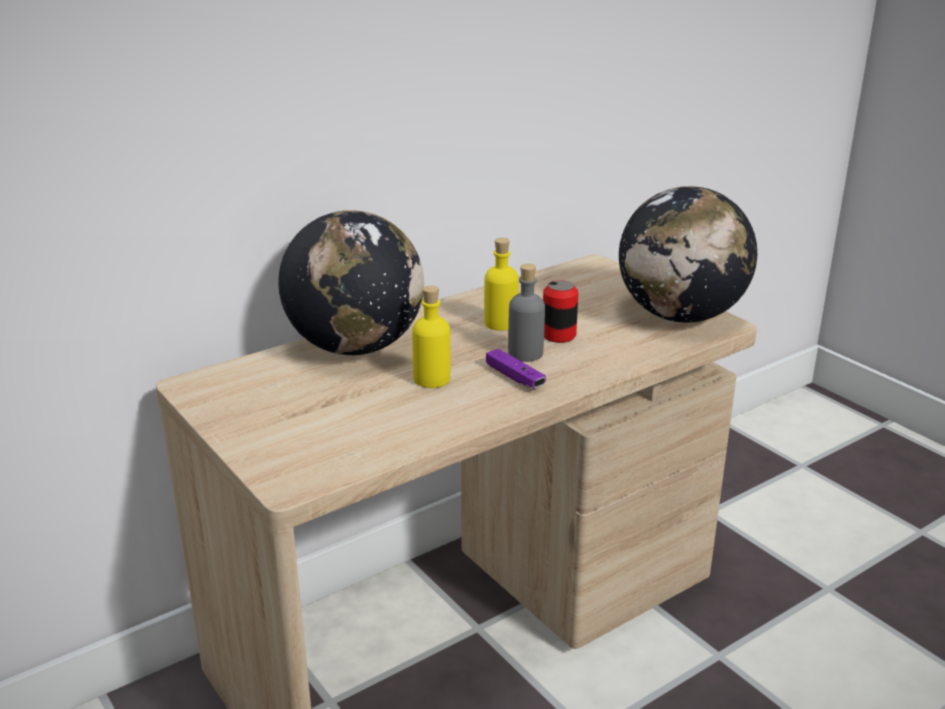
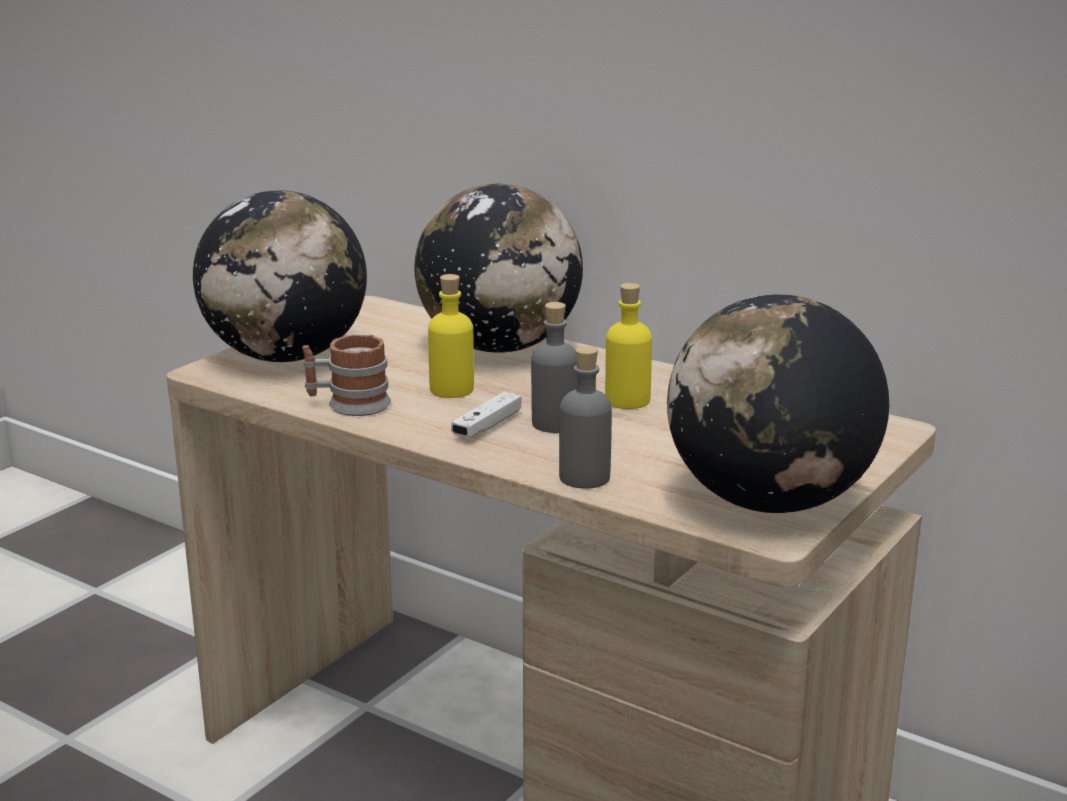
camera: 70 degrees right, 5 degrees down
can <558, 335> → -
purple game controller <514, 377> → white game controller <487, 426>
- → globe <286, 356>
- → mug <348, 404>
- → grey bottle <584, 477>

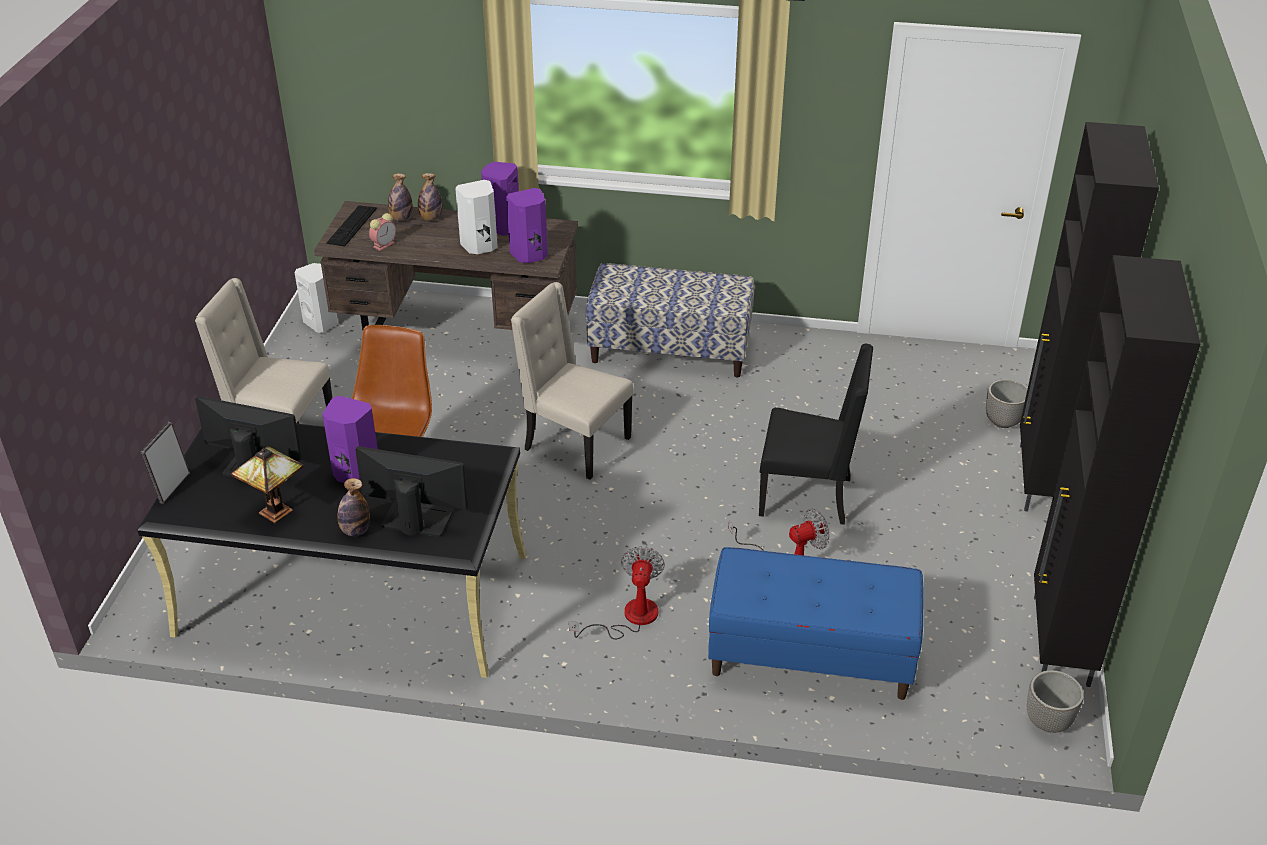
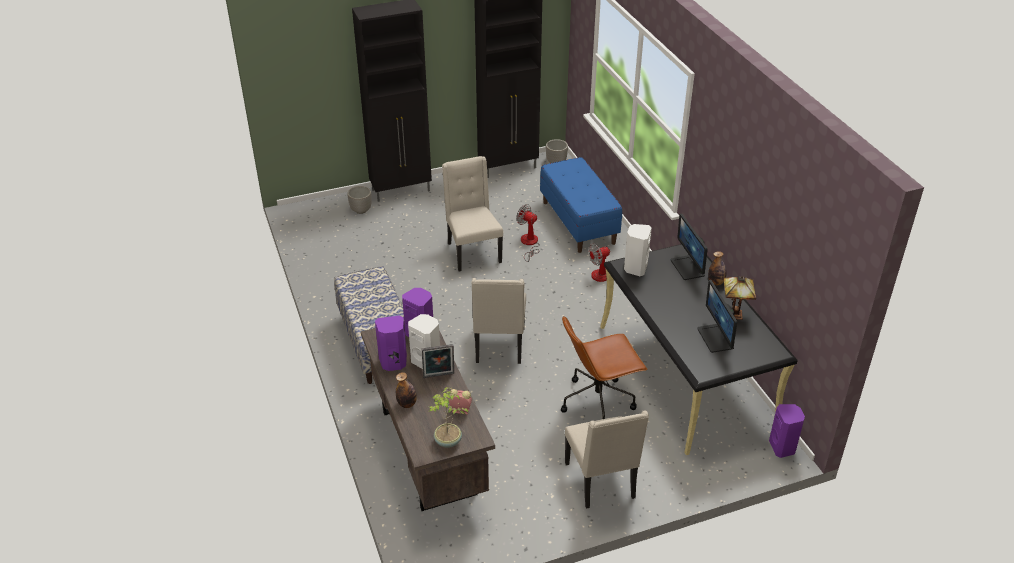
camera: 120 degrees left, 0 degrees up
bottle <401, 218> → -
keyboard <351, 225> → potted plant <448, 442>
white speaker <322, 323> → white speaker <635, 268>, relocated
black chair <808, 496> → beige chair <472, 252>
purple speaker <355, 473> → purple speaker <783, 447>, relocated
picture frame <172, 487> → picture frame <439, 376>, relocated

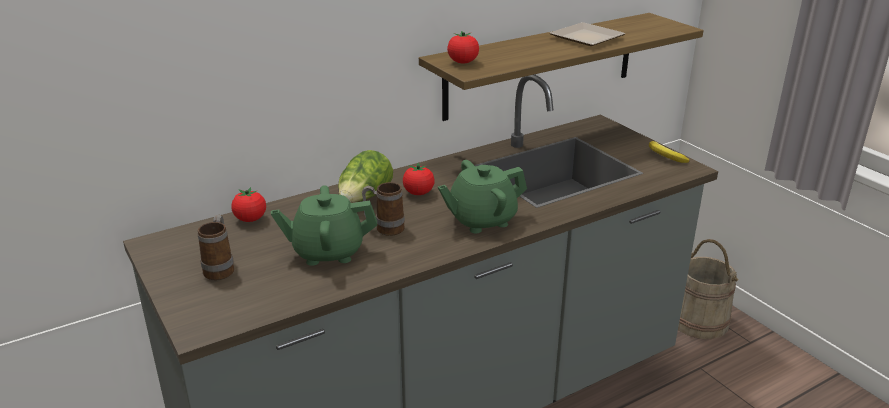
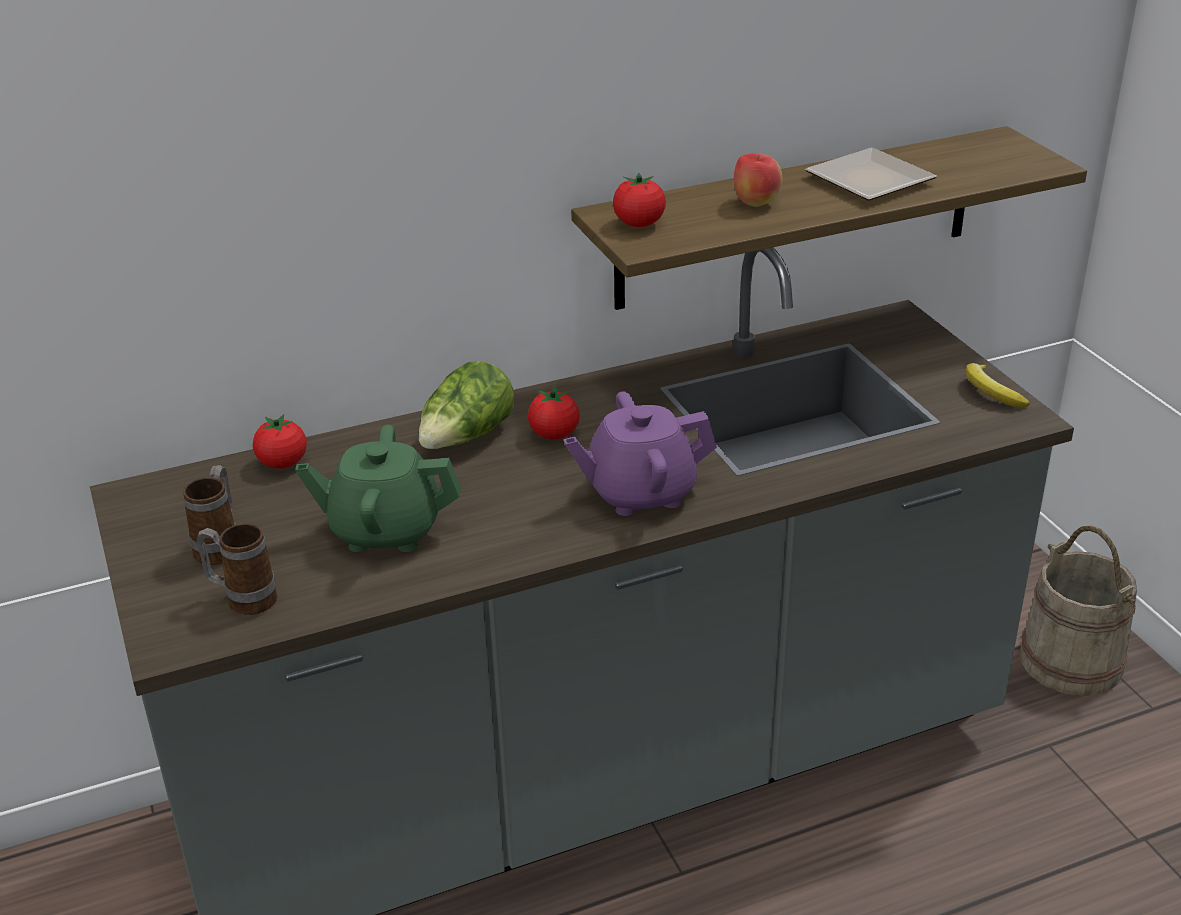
camera: 10 degrees right, 5 degrees up
green teapot <481, 220> → purple teapot <640, 492>
mug <384, 228> → mug <243, 599>, relocated
- → apple <755, 203>

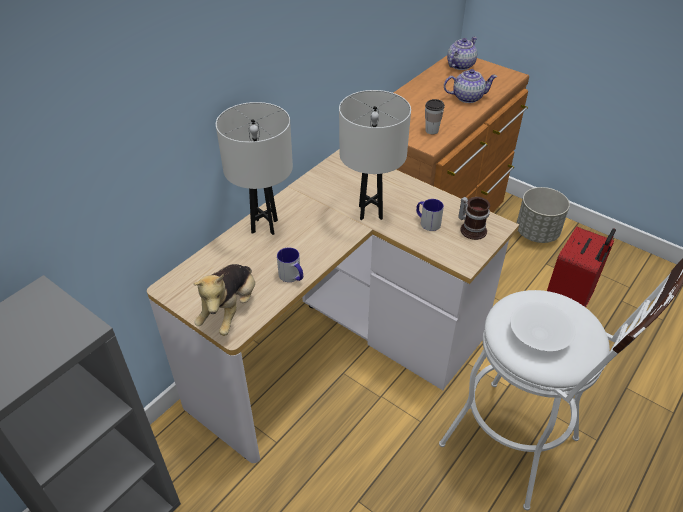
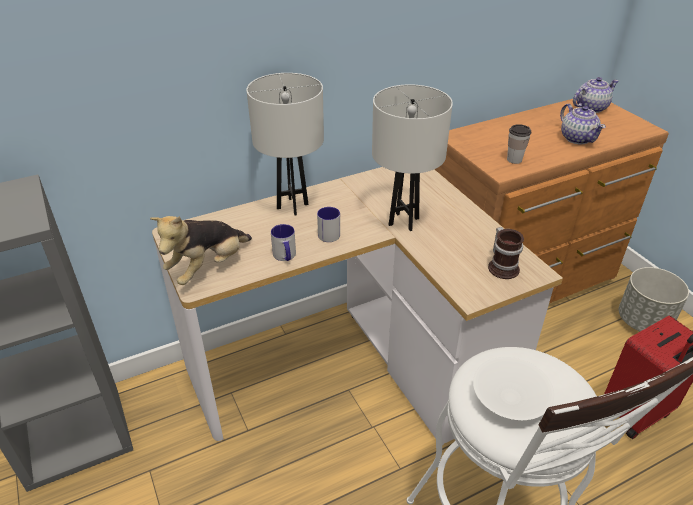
camera: 25 degrees right, 5 degrees down
teapot <467, 97> → teapot <577, 138>, 45 degrees clockwise
mug <427, 222> → mug <327, 233>, relocated

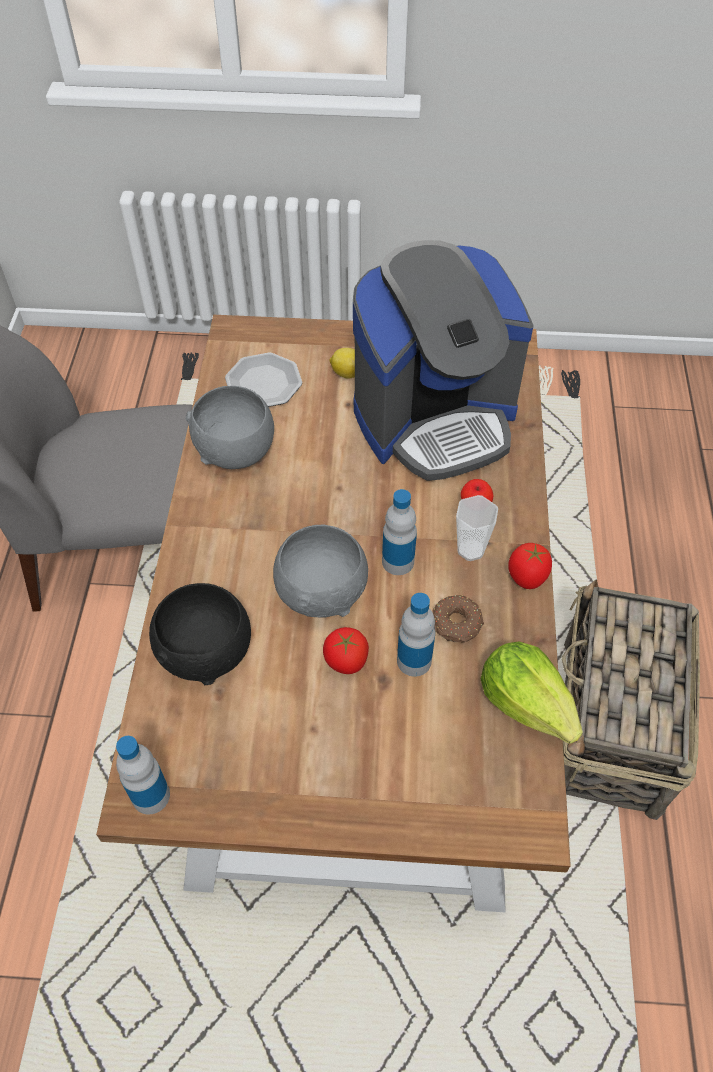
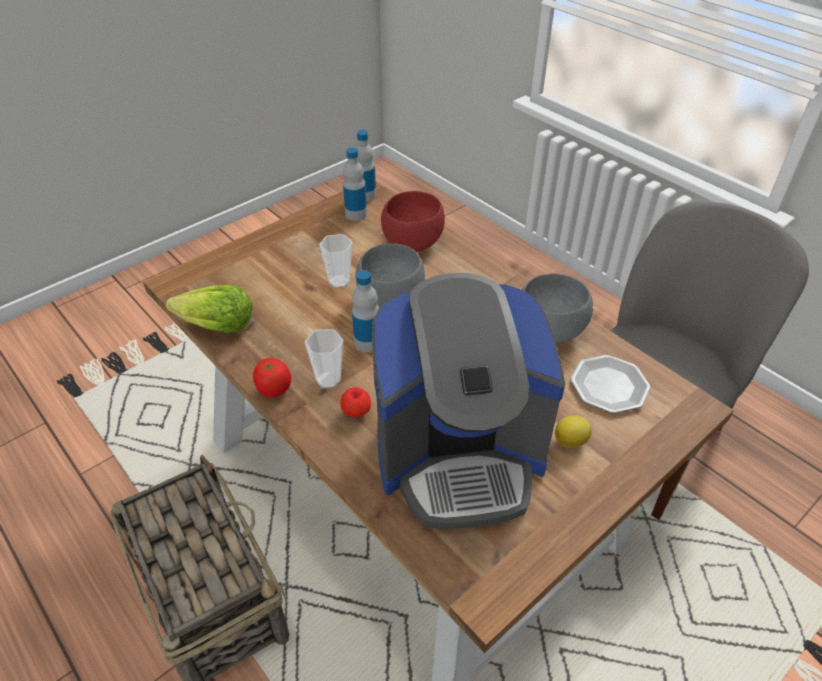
camera: 135 degrees right, 10 degrees down
coffee machine <435, 419> → coffee machine <459, 456>, 120 degrees counterclockwise
black bowl <207, 652> → red bowl <413, 244>
bottle <414, 661> → bottle <356, 214>, relocated
donut <456, 624> → -
tomato <345, 661> → cup <339, 282>

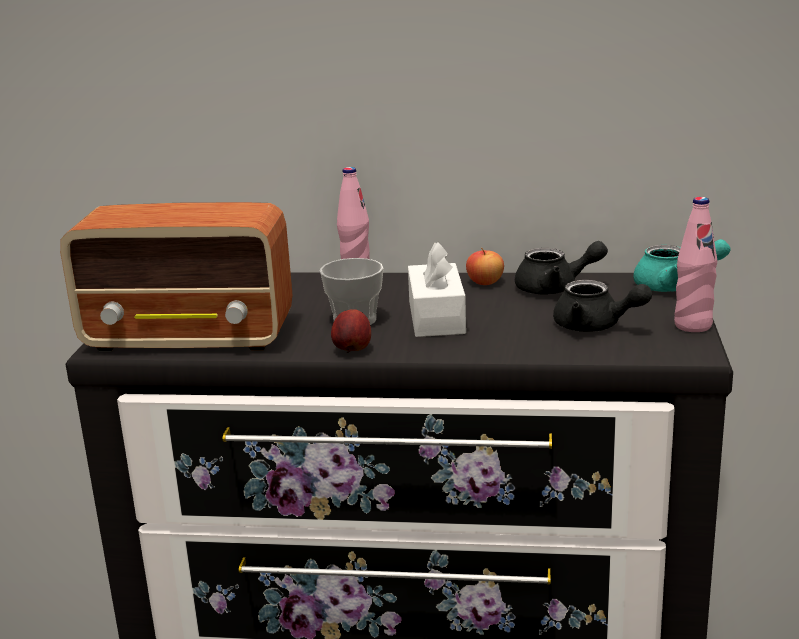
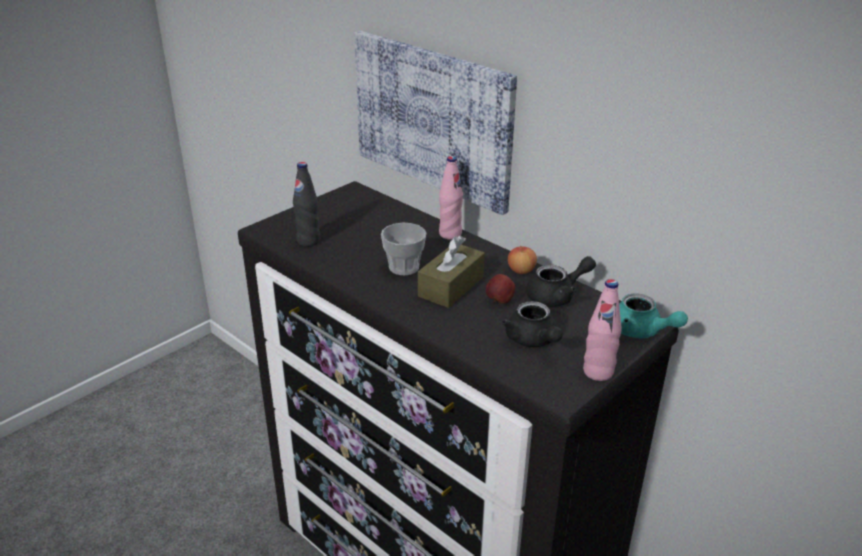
camera: 35 degrees right, 10 degrees up
radio <191, 337> → black bottle <308, 241>
black teapot <555, 288> → black teapot <557, 296>, 60 degrees counterclockwise
white tissue box <436, 317> → brown tissue box <451, 286>
apple <352, 350> → apple <499, 301>, relocated
- → picture <433, 118>

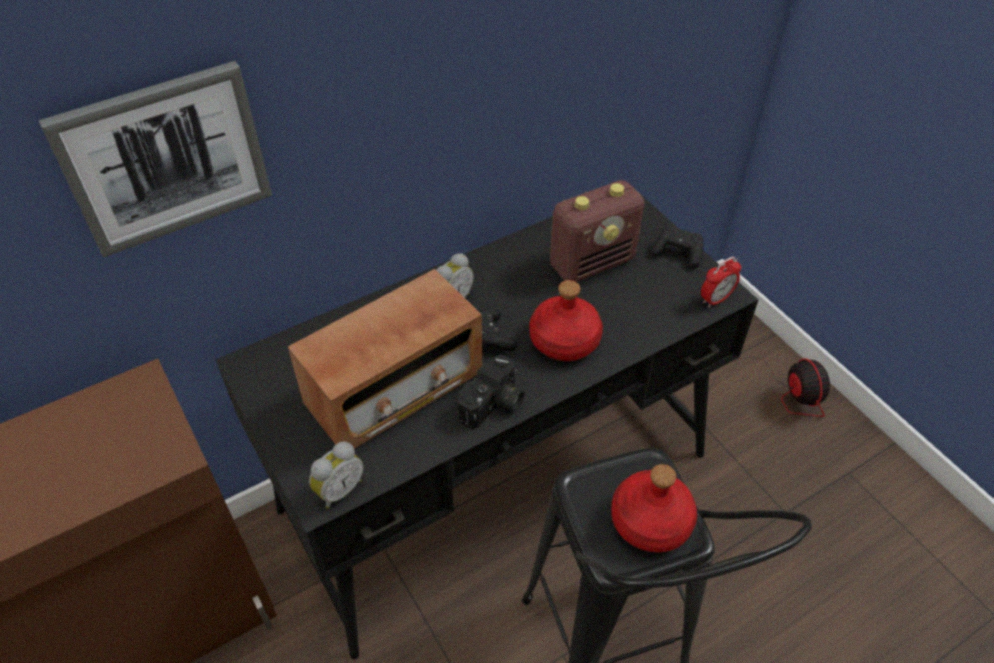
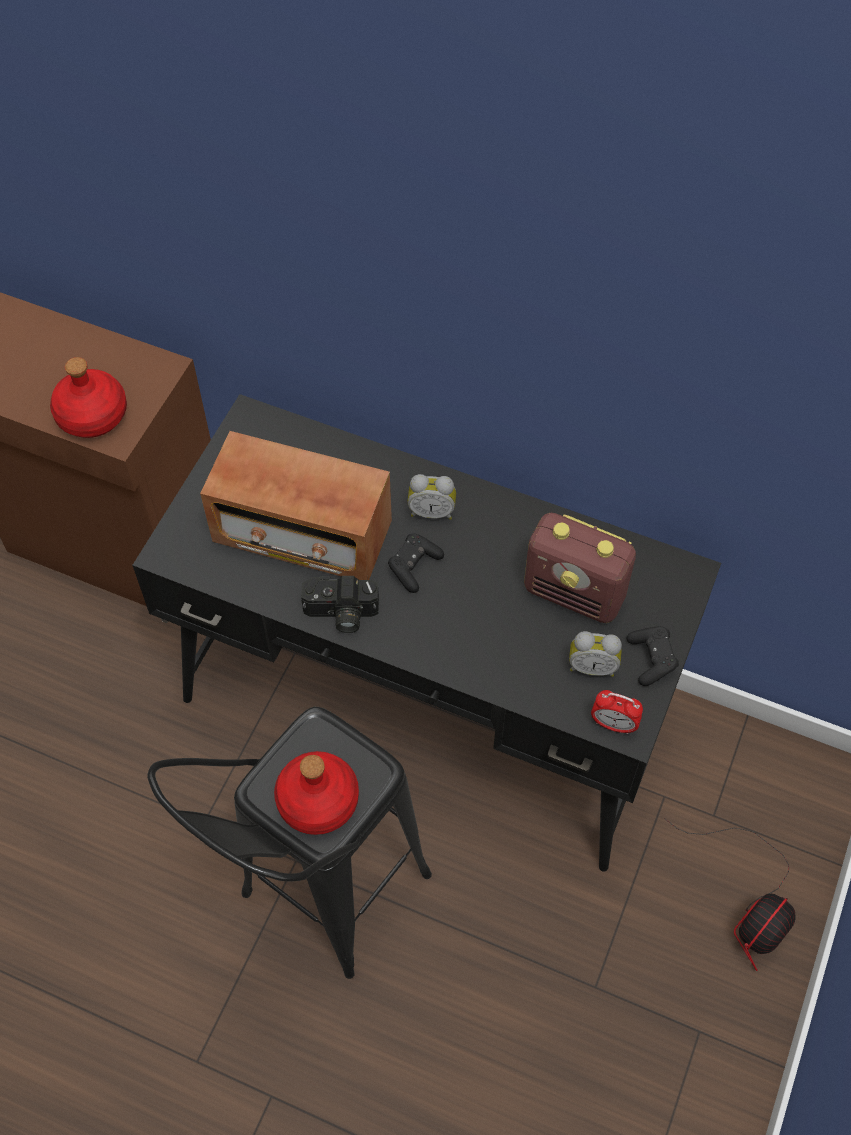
camera: 55 degrees right, 10 degrees up
picture <165, 158> → -
red bottle <564, 341> → red bottle <91, 415>, relocated
alarm clock <338, 489> → alarm clock <592, 666>, relocated

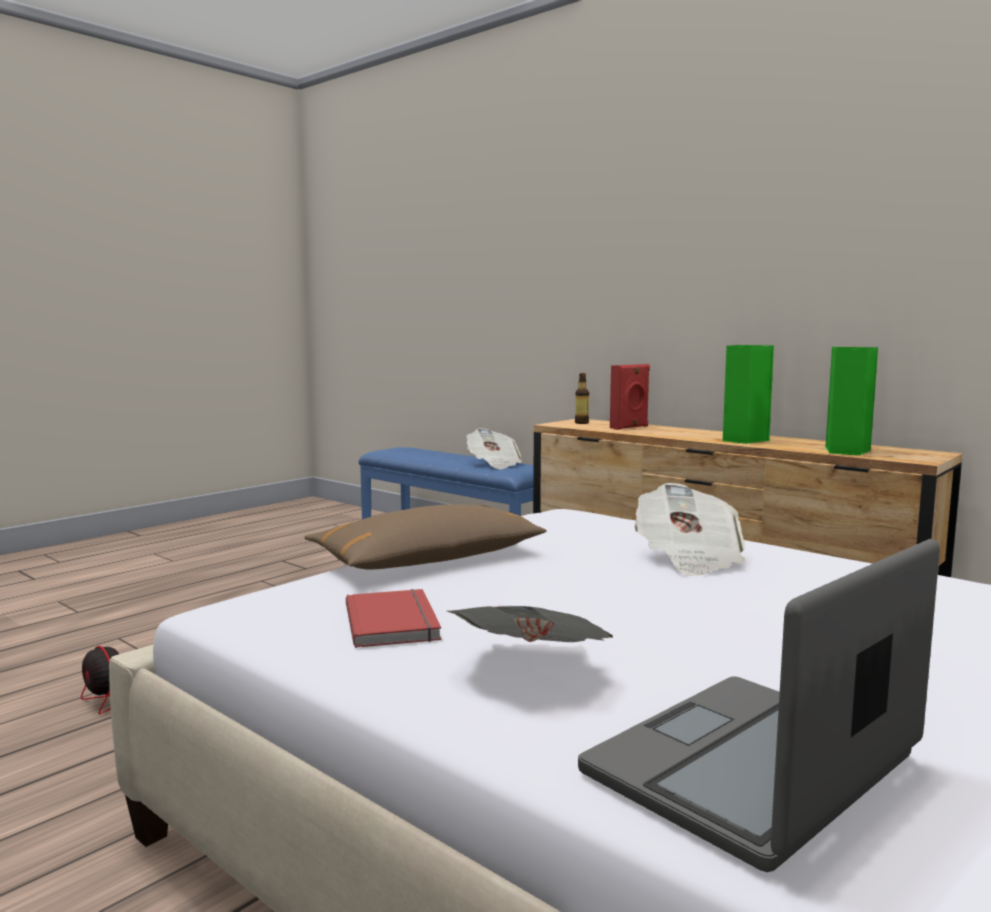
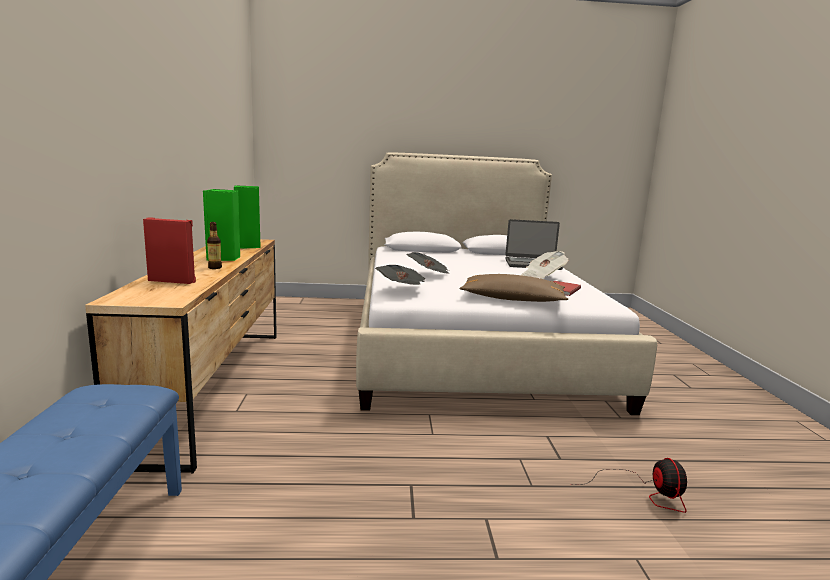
camera: 135 degrees left, 5 degrees up
bottle <581, 423> → bottle <215, 268>, relocated
newspaper <494, 464> → newspaper <401, 289>, relocated

